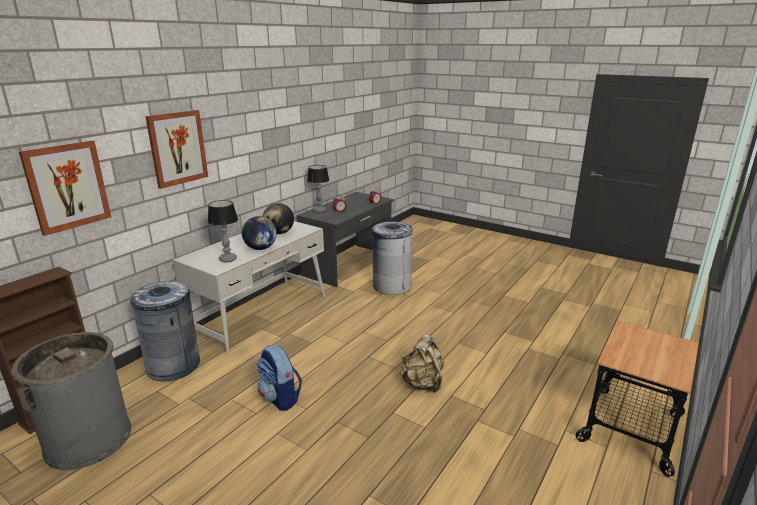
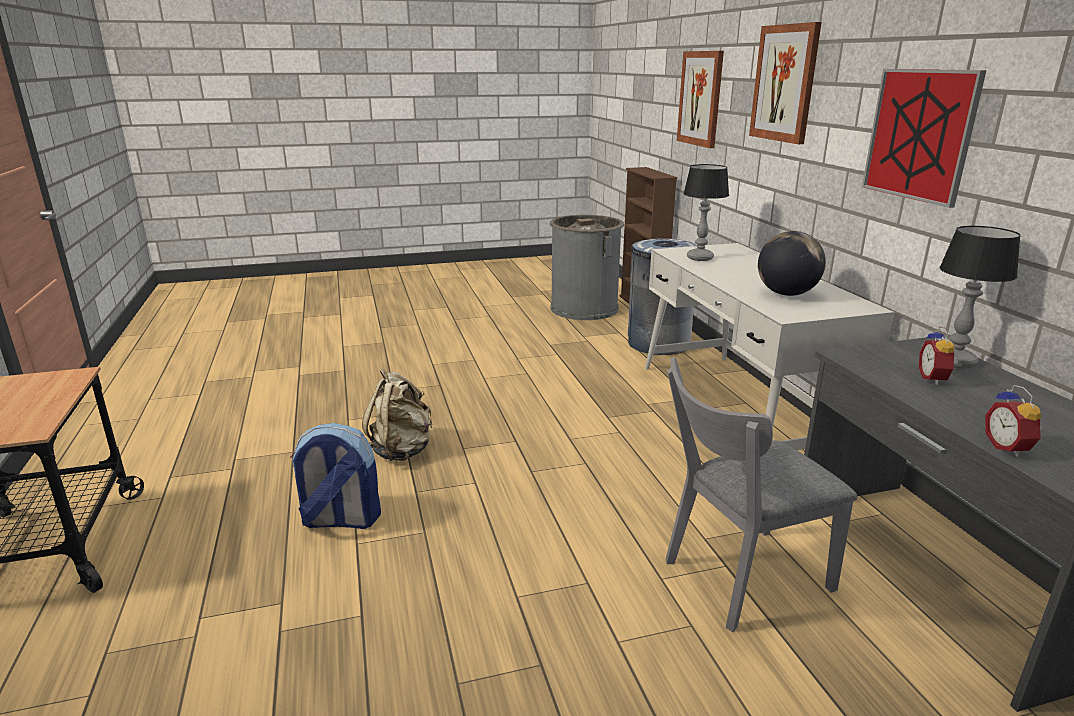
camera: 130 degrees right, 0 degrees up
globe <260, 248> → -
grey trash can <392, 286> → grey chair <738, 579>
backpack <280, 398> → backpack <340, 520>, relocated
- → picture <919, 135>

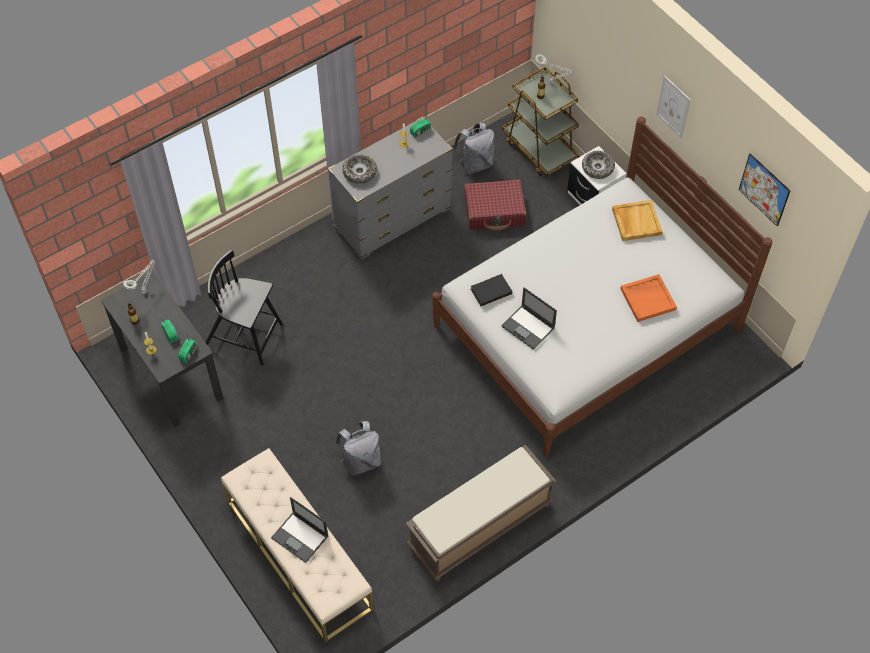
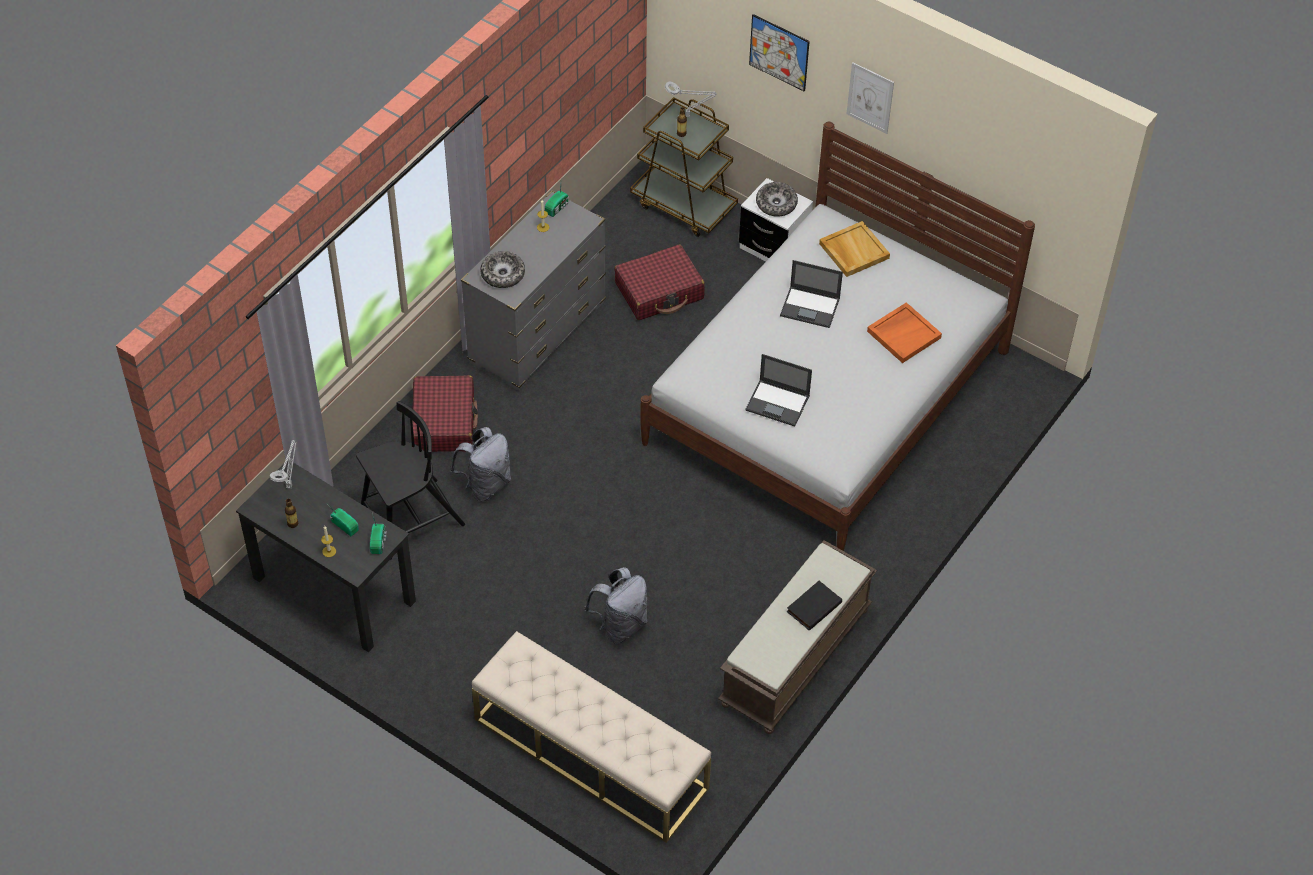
camera: 20 degrees left, 5 degrees down
grey backpack <475, 164> → grey backpack <485, 484>, relocated
picture <764, 189> → picture <779, 52>, relocated
black chair <245, 335> → black chair <410, 519>, 150 degrees clockwise
black book <491, 291> → black book <813, 606>, relocated
laptop <300, 537> → laptop <810, 307>, relocated
- → red suitcase <444, 422>

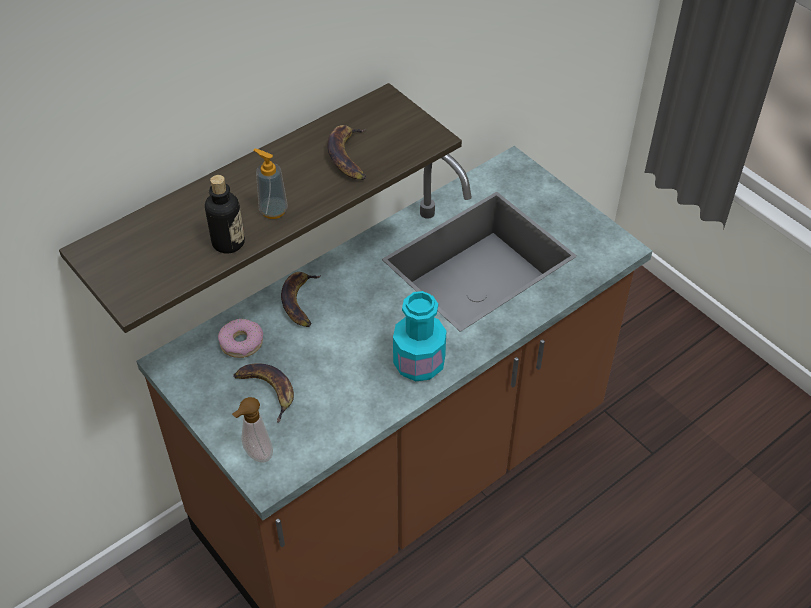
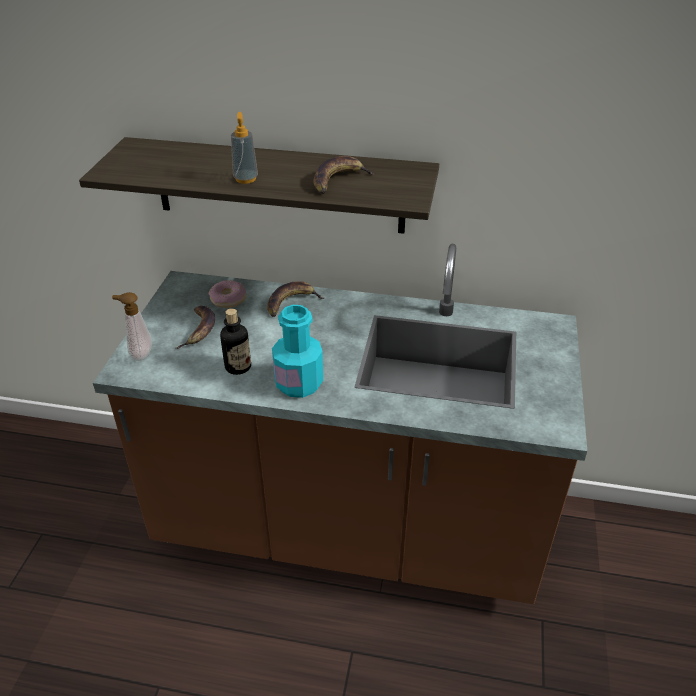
camera: 50 degrees right, 10 degrees down
bottle <228, 242> → bottle <238, 367>, relocated

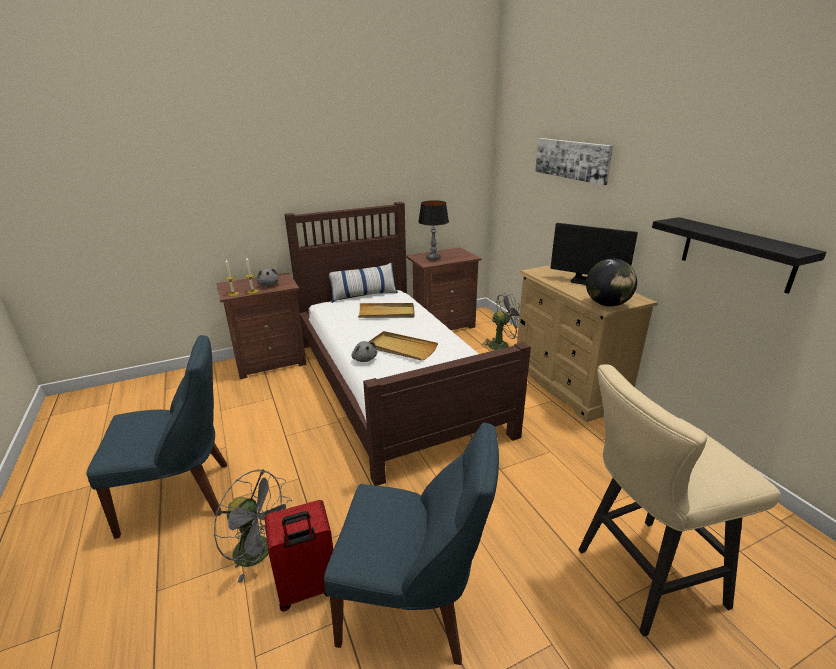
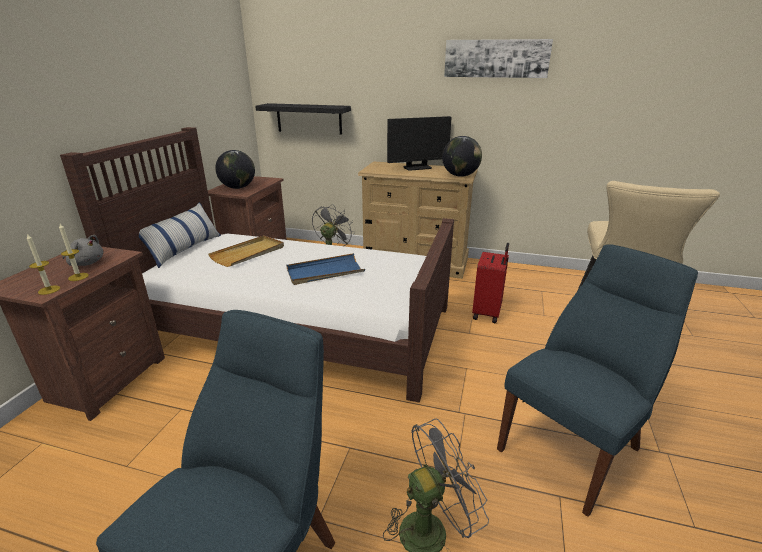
camera: 50 degrees left, 0 degrees up
picture <572, 159> → picture <496, 58>, relocated
table lamp <433, 257> → globe <238, 188>
black shelf <737, 254> → black shelf <309, 118>, relocated
beige tray <401, 348> → blue tray <325, 272>
grey plush toy <364, 359> → -
red suitcase <307, 589> → red suitcase <488, 313>, relocated

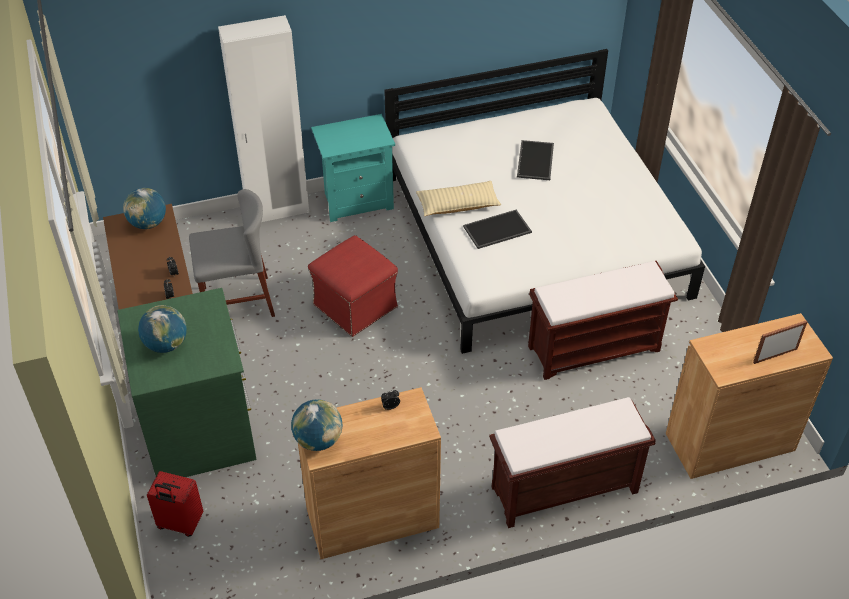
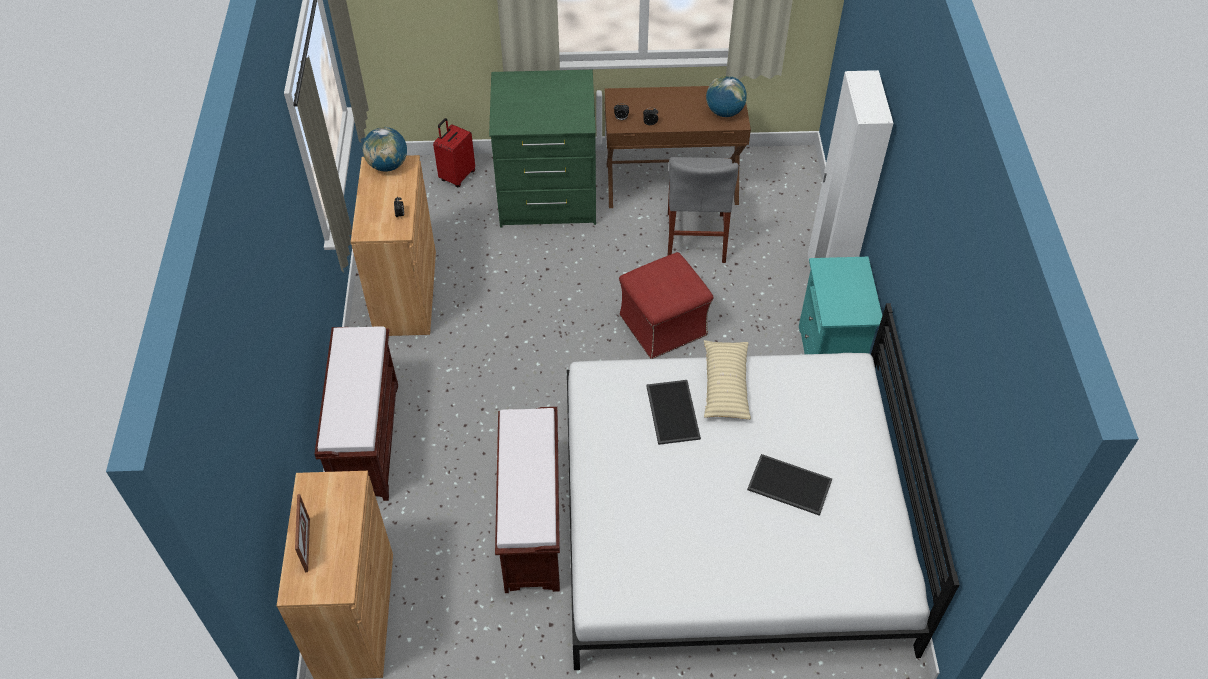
camera: 105 degrees right, 5 degrees up
globe <166, 344> → -

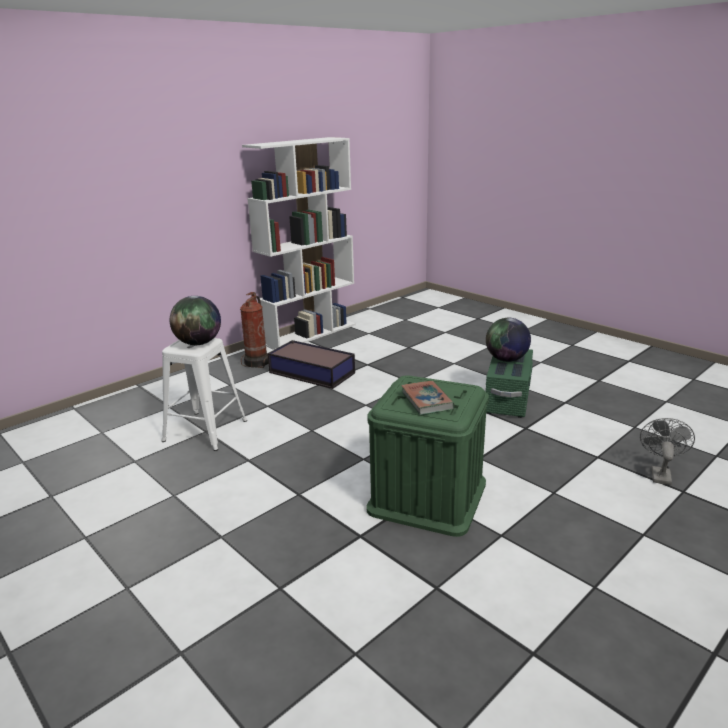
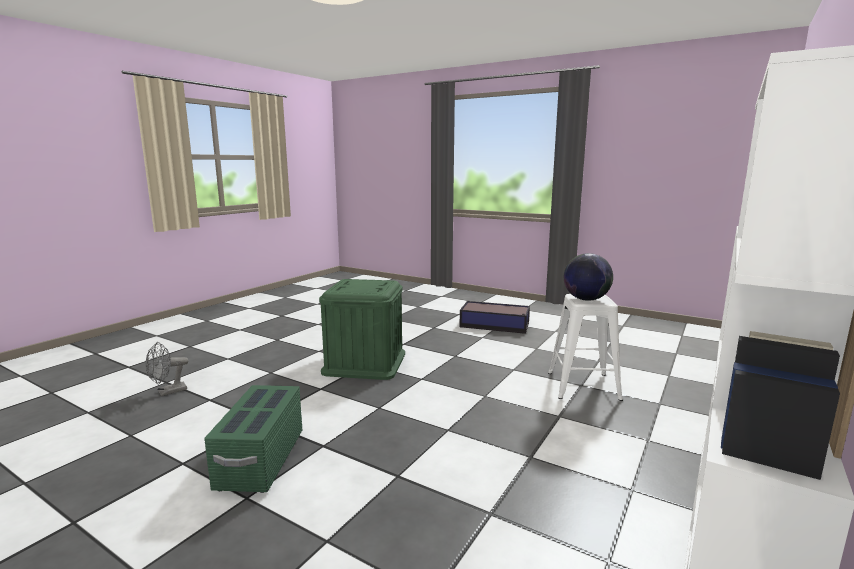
camera: 165 degrees right, 10 degrees down
fire extinguisher <258, 362> → -
globe <506, 359> → -
storage box <311, 372> → storage box <495, 325>, relocated
book <427, 401> → -
grey fan <660, 473> → grey fan <168, 392>, 45 degrees clockwise

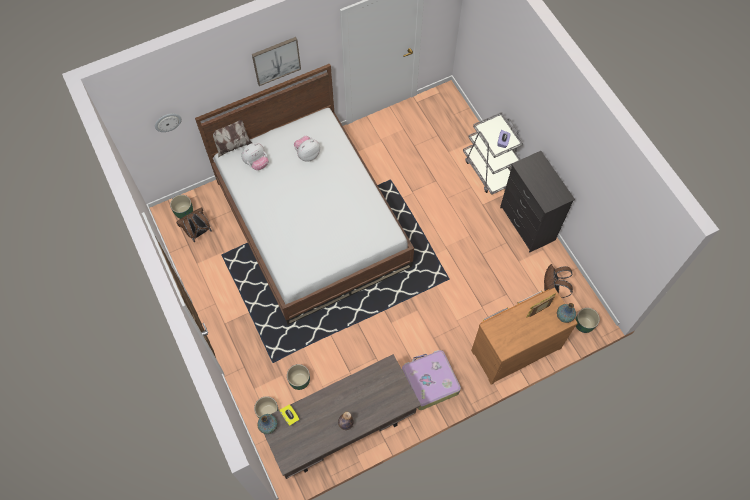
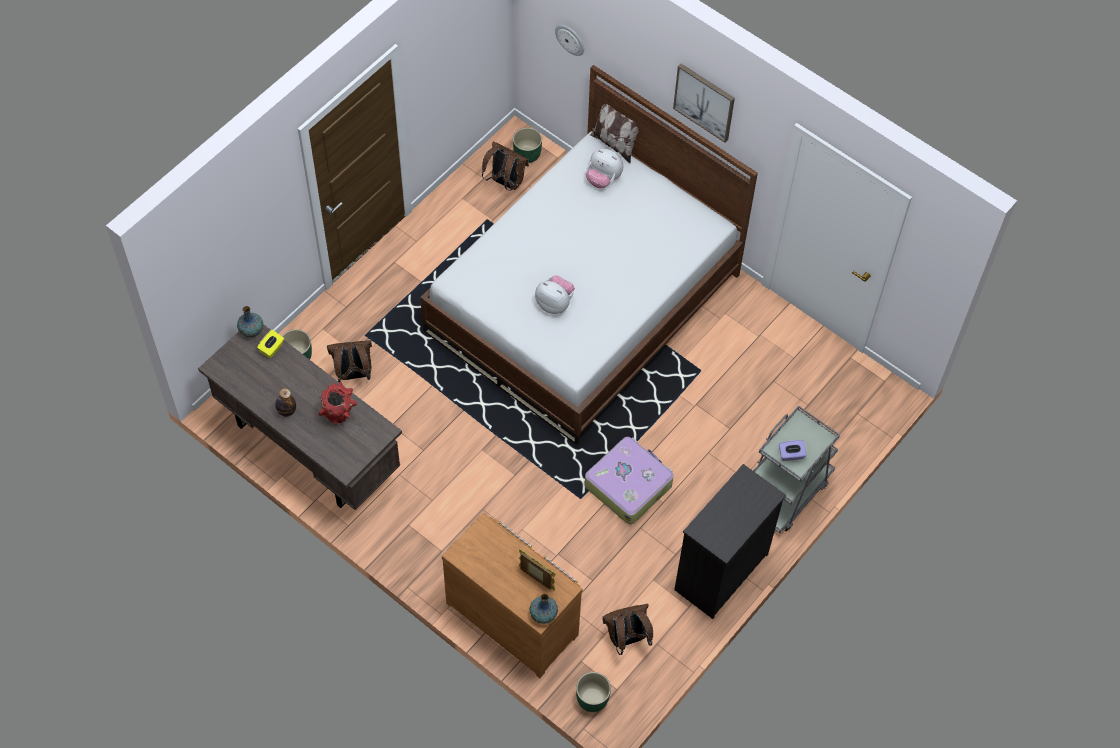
camera: 65 degrees right, 5 degrees down
plush toy <307, 154> → plush toy <555, 303>, relocated
suitcase <429, 382> → suitcase <628, 484>, relocated
green planter <299, 381> → brown backpack <353, 374>
- → red vase <340, 414>

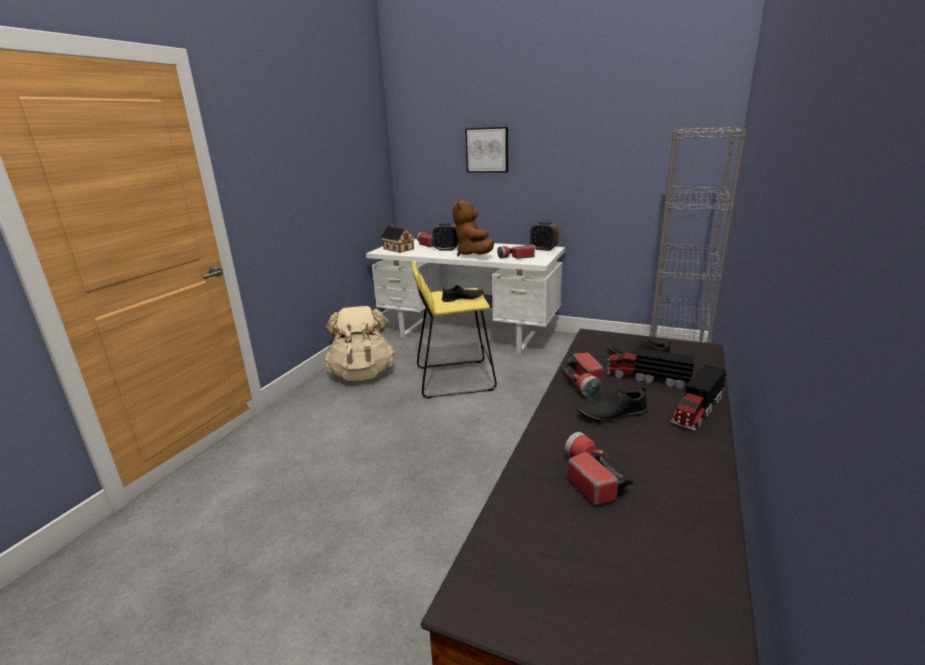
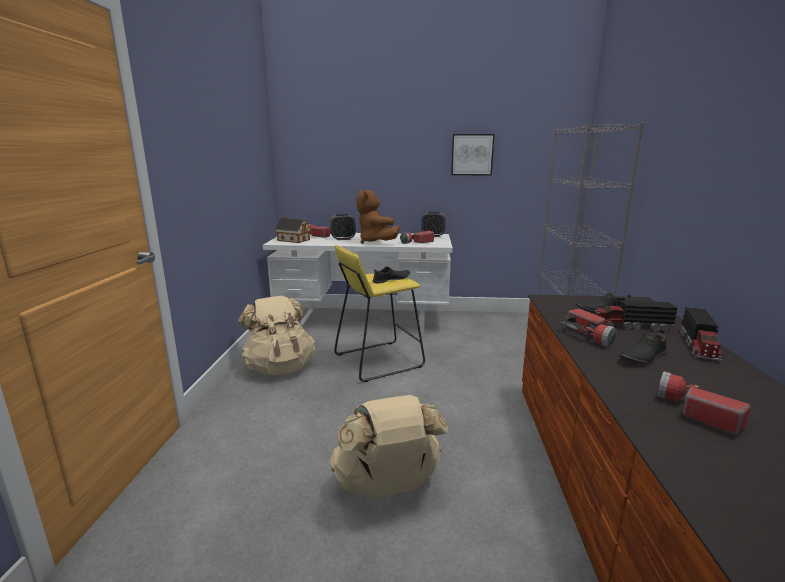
camera: 20 degrees left, 5 degrees down
picture <487, 150> → picture <472, 154>, relocated
- → beige backpack <387, 487>

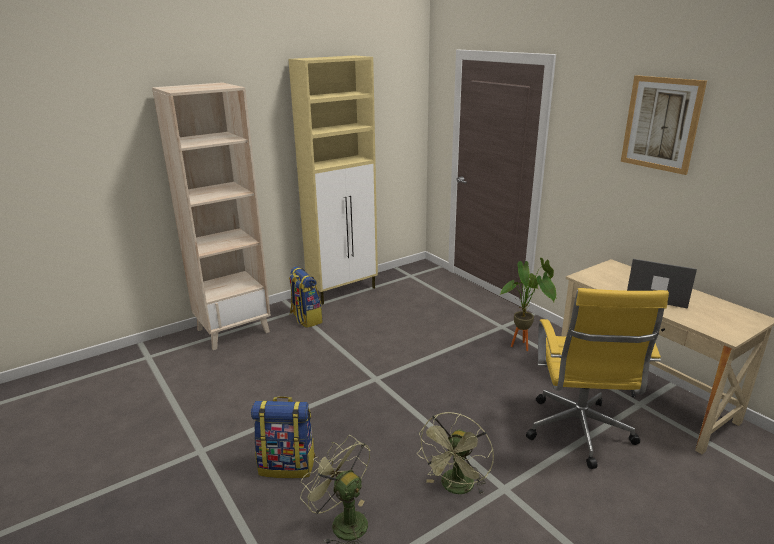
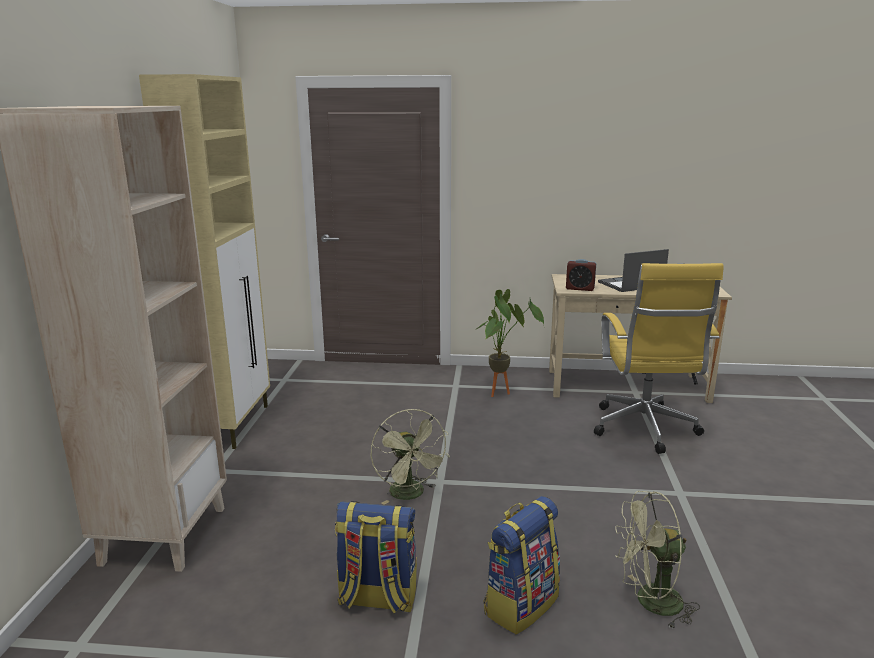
camera: 50 degrees left, 5 degrees down
picture <661, 124> → -
backpack <305, 319> → backpack <377, 598>, relocated
yellow office chair <579, 434> → yellow office chair <645, 430>, 45 degrees clockwise
green fan <456, 488> → green fan <411, 495>, relocated
- → alarm clock <580, 288>

